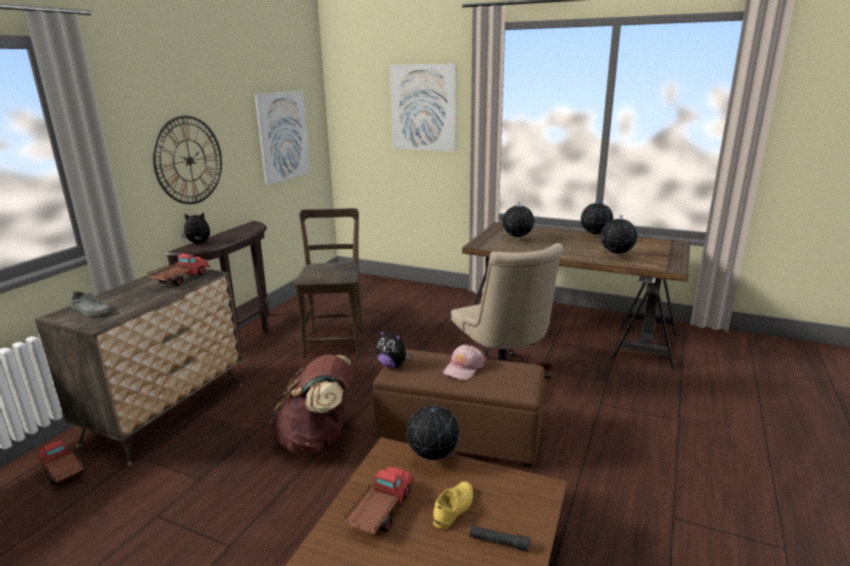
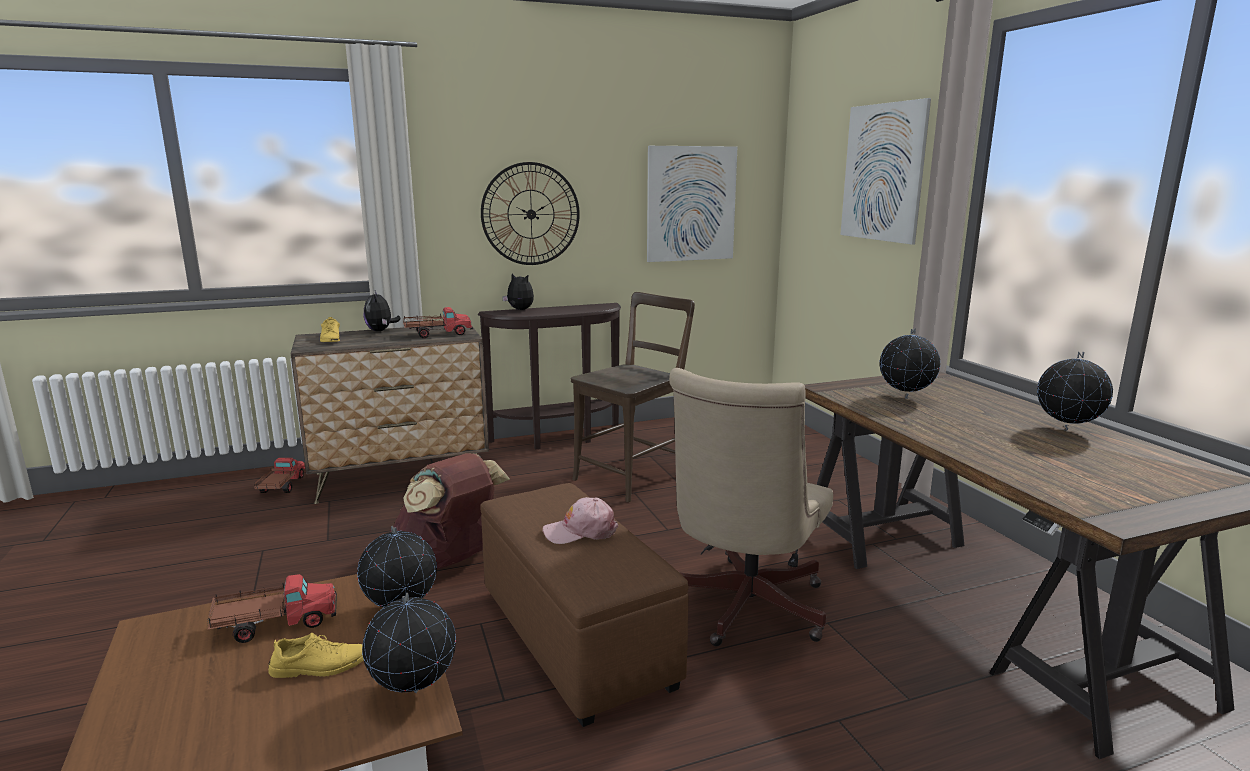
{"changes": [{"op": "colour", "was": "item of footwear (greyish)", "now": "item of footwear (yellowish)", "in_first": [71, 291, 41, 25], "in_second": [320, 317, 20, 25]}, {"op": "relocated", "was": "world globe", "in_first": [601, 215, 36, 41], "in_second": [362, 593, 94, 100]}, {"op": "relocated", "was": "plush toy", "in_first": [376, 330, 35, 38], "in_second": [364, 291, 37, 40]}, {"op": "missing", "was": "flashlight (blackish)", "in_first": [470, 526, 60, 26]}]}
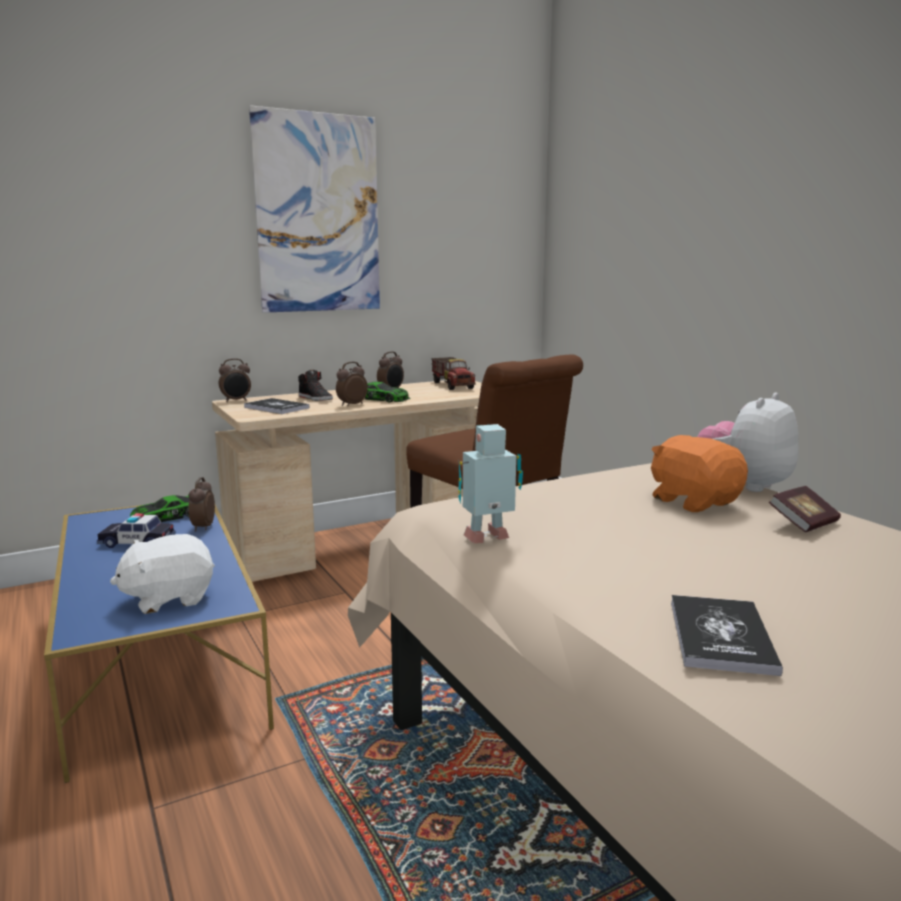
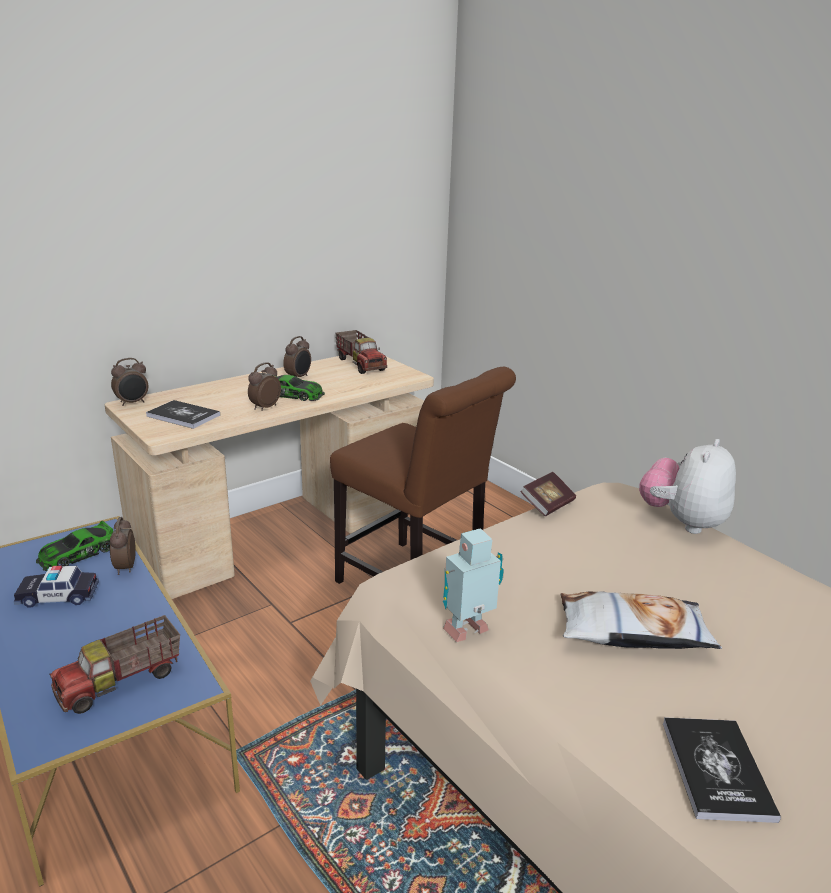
{"changes": [{"op": "exchanged", "was": "plush toy (white)", "now": "toy lorry", "in_first": [110, 534, 105, 80], "in_second": [50, 615, 130, 99]}, {"op": "relocated", "was": "bound book", "in_first": [769, 486, 72, 46], "in_second": [521, 472, 55, 44]}, {"op": "appeared", "now": "pillow", "in_second": [560, 591, 162, 58]}, {"op": "missing", "was": "wall art", "in_first": [249, 105, 131, 208]}, {"op": "missing", "was": "item of footwear (blackish)", "in_first": [298, 370, 35, 31]}, {"op": "missing", "was": "plush toy (orange)", "in_first": [651, 435, 97, 77]}]}
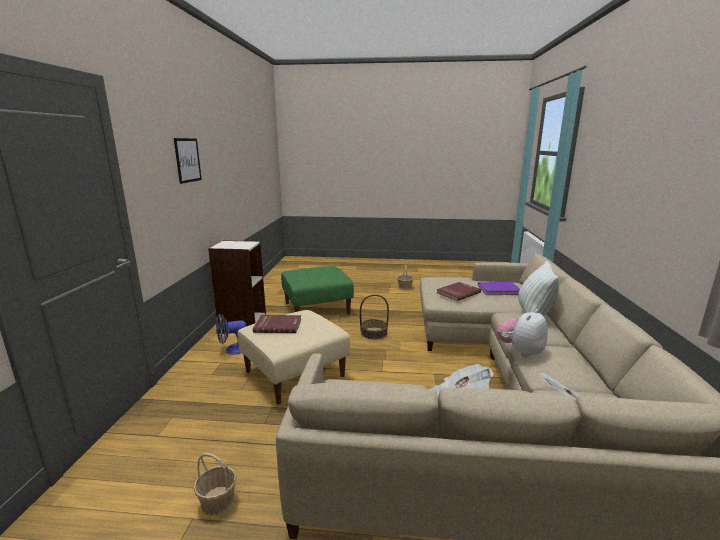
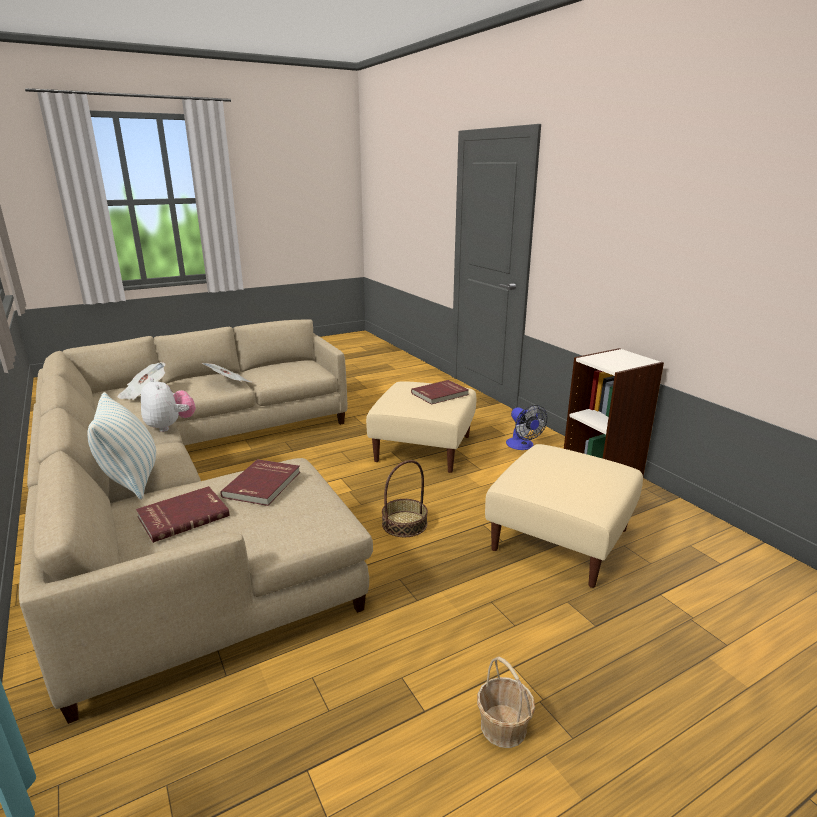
{"changes": [{"op": "colour", "was": "bound book (purple)", "now": "bound book (reddish)", "in_first": [478, 282, 42, 13], "in_second": [136, 486, 94, 57]}, {"op": "spun", "was": "plush toy", "in_first": [497, 309, 51, 49], "in_second": [141, 378, 55, 54], "clockwise": -45}, {"op": "colour", "was": "pouffe (green)", "now": "pouffe (beige-coloured)", "in_first": [281, 266, 73, 48], "in_second": [485, 444, 158, 144]}, {"op": "spun", "was": "electric fan", "in_first": [216, 314, 30, 41], "in_second": [506, 405, 41, 45], "clockwise": 120}, {"op": "missing", "was": "wall art", "in_first": [174, 138, 28, 46]}, {"op": "missing", "was": "basket", "in_first": [194, 453, 43, 63]}]}
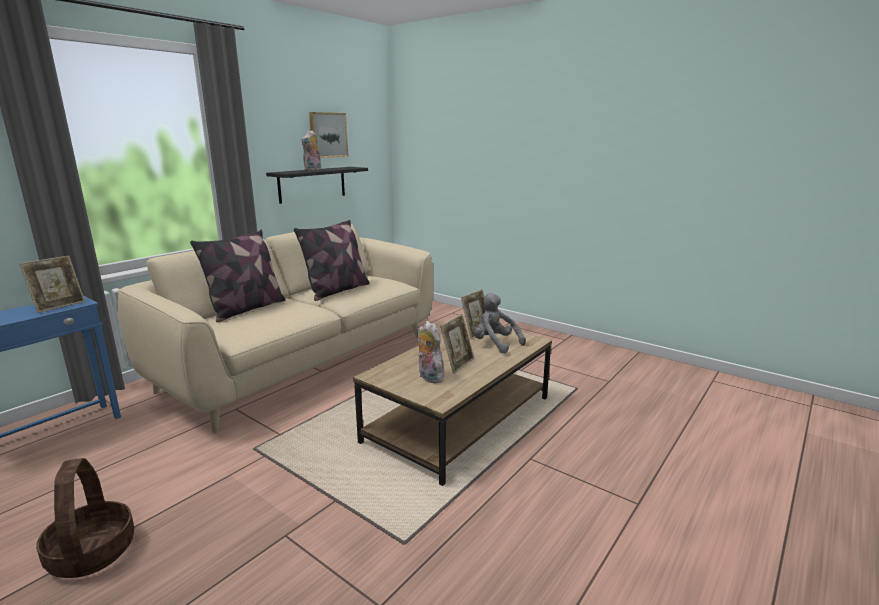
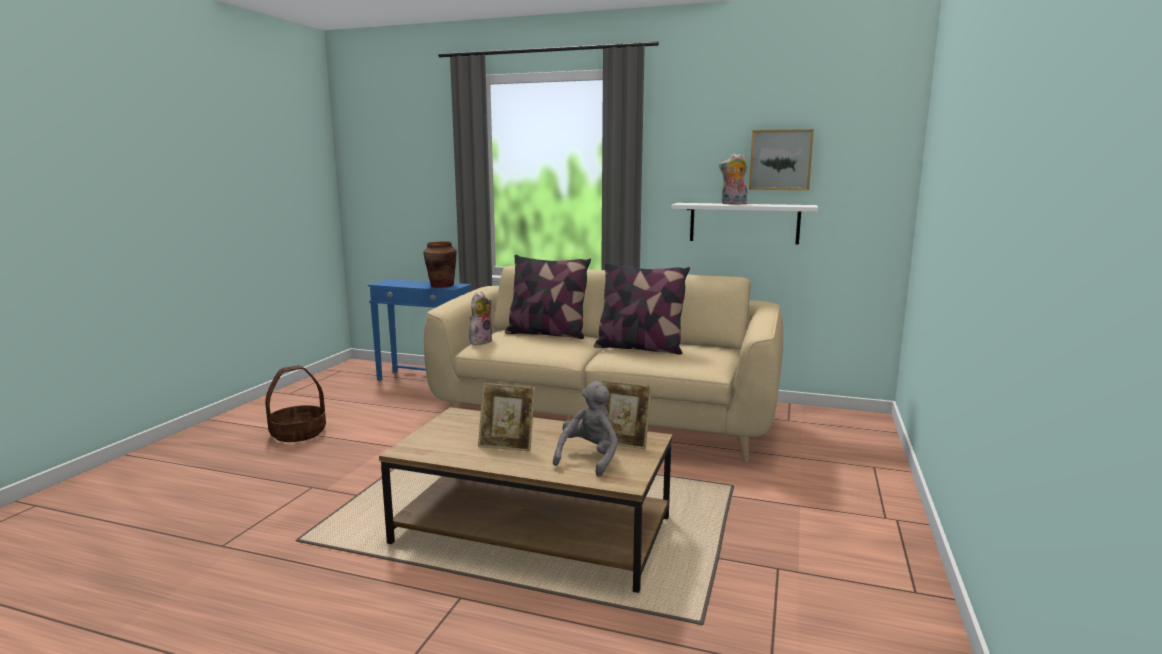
{"changes": [{"op": "exchanged", "was": "picture frame", "now": "vase (brown-coloured)", "in_first": [19, 256, 66, 57], "in_second": [423, 241, 34, 47]}, {"op": "relocated", "was": "plush toy", "in_first": [418, 321, 26, 62], "in_second": [469, 292, 23, 53]}, {"op": "colour", "was": "shelf (blackish)", "now": "shelf (white)", "in_first": [266, 167, 102, 37], "in_second": [671, 203, 147, 42]}]}
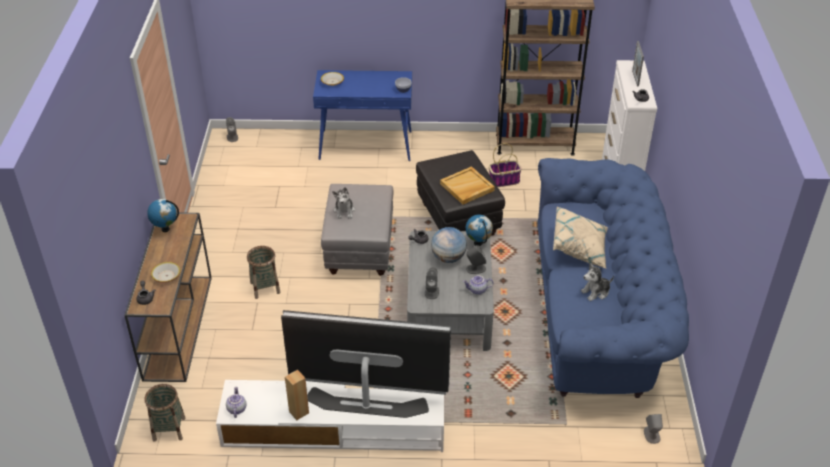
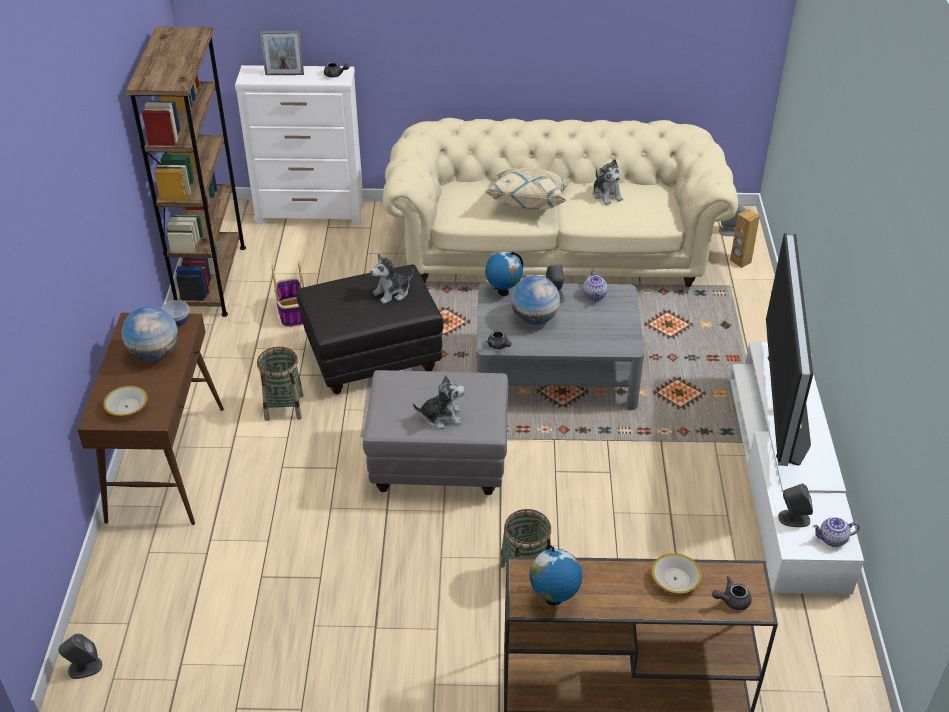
{"changes": [{"op": "colour", "was": "narrow table (blue)", "now": "narrow table (brown-coloured)", "in_first": [313, 70, 99, 91], "in_second": [77, 313, 147, 212]}, {"op": "appeared", "now": "world globe", "in_second": [121, 306, 57, 55]}, {"op": "relocated", "was": "basket", "in_first": [145, 384, 40, 58], "in_second": [257, 347, 46, 74]}, {"op": "exchanged", "was": "tray (beige-coloured)", "now": "plush toy", "in_first": [440, 166, 55, 39], "in_second": [371, 254, 42, 50]}, {"op": "colour", "was": "settee (blue)", "now": "settee (beige-coloured)", "in_first": [538, 158, 151, 240], "in_second": [383, 118, 355, 169]}, {"op": "relocated", "was": "loudspeaker (brown-coloured)", "in_first": [285, 370, 24, 50], "in_second": [730, 209, 30, 59]}, {"op": "relocated", "was": "loudspeaker (greyish)", "in_first": [425, 267, 14, 32], "in_second": [778, 484, 35, 43]}]}
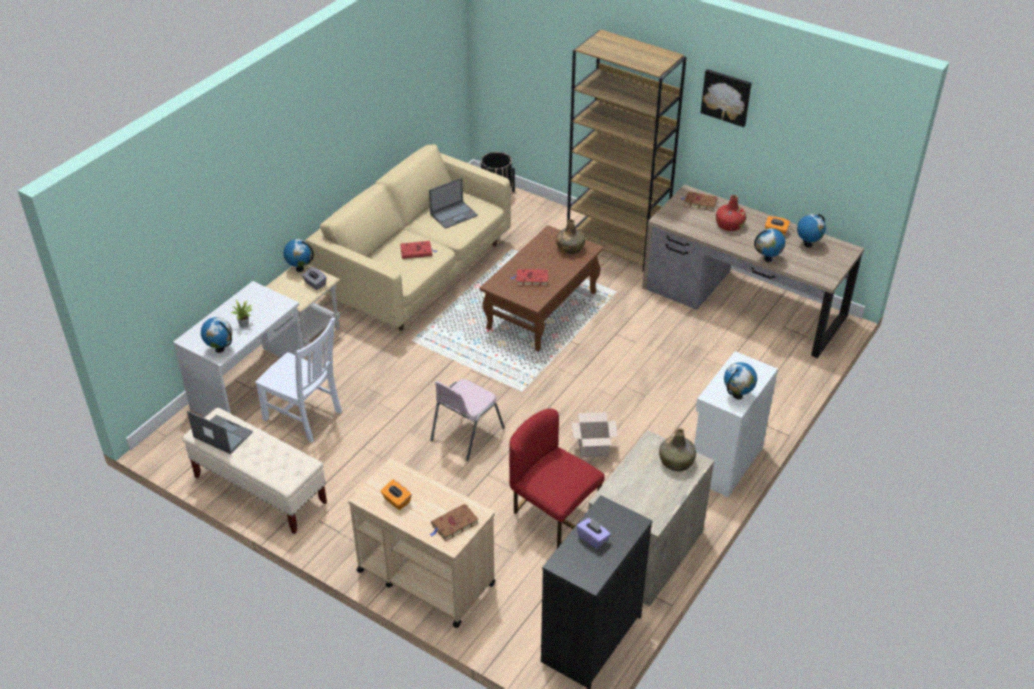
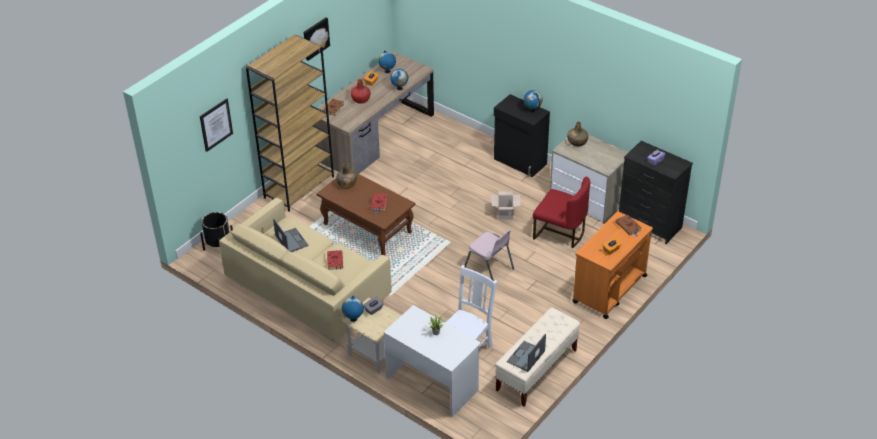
{"changes": [{"op": "appeared", "now": "wall art", "in_second": [200, 98, 33, 54]}, {"op": "colour", "was": "cupboard (white)", "now": "cupboard (blackish)", "in_first": [694, 351, 84, 146], "in_second": [494, 94, 56, 83]}, {"op": "spun", "was": "upright chair (reddish)", "in_first": [509, 409, 96, 139], "in_second": [533, 177, 57, 71], "clockwise": -105}, {"op": "colour", "was": "wheeled cart (beige-coloured)", "now": "wheeled cart (orange)", "in_first": [348, 458, 148, 170], "in_second": [572, 211, 81, 108]}, {"op": "missing", "was": "world globe", "in_first": [201, 317, 31, 36]}]}
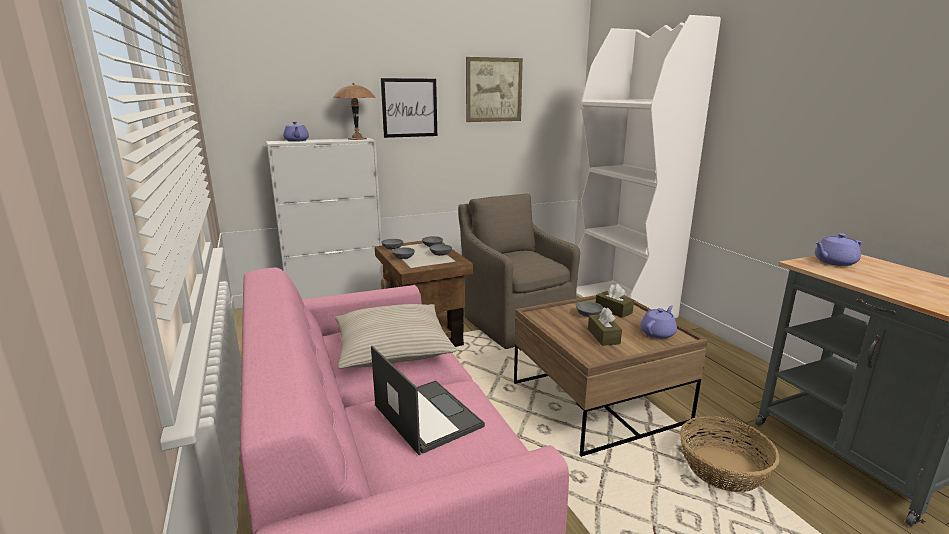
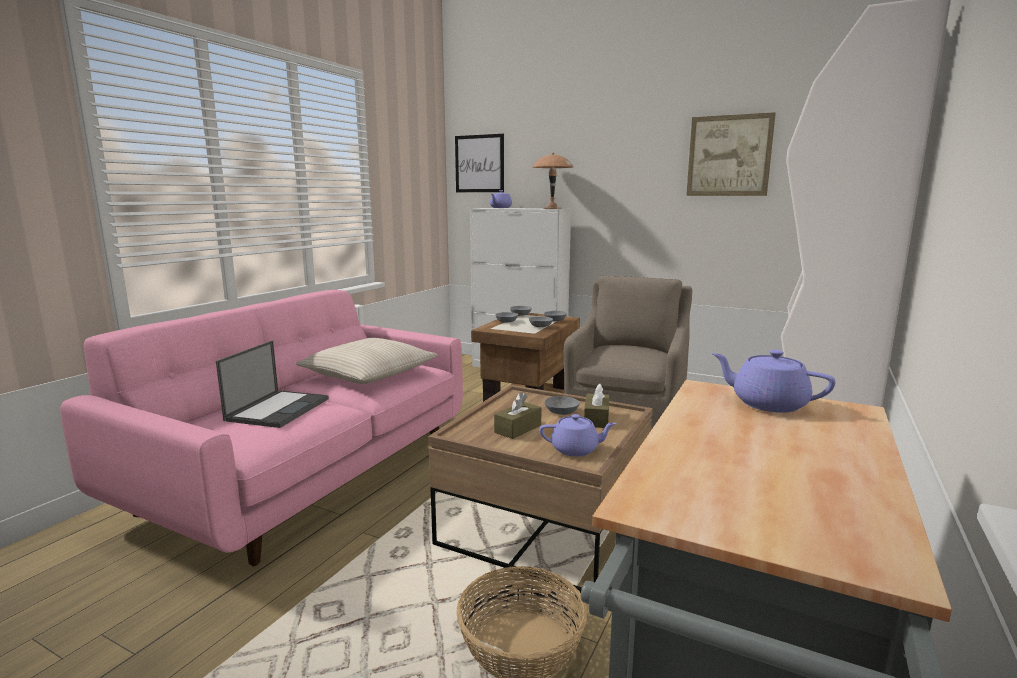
{"changes": [{"op": "relocated", "was": "wall art", "in_first": [381, 78, 56, 60], "in_second": [455, 134, 49, 58]}]}
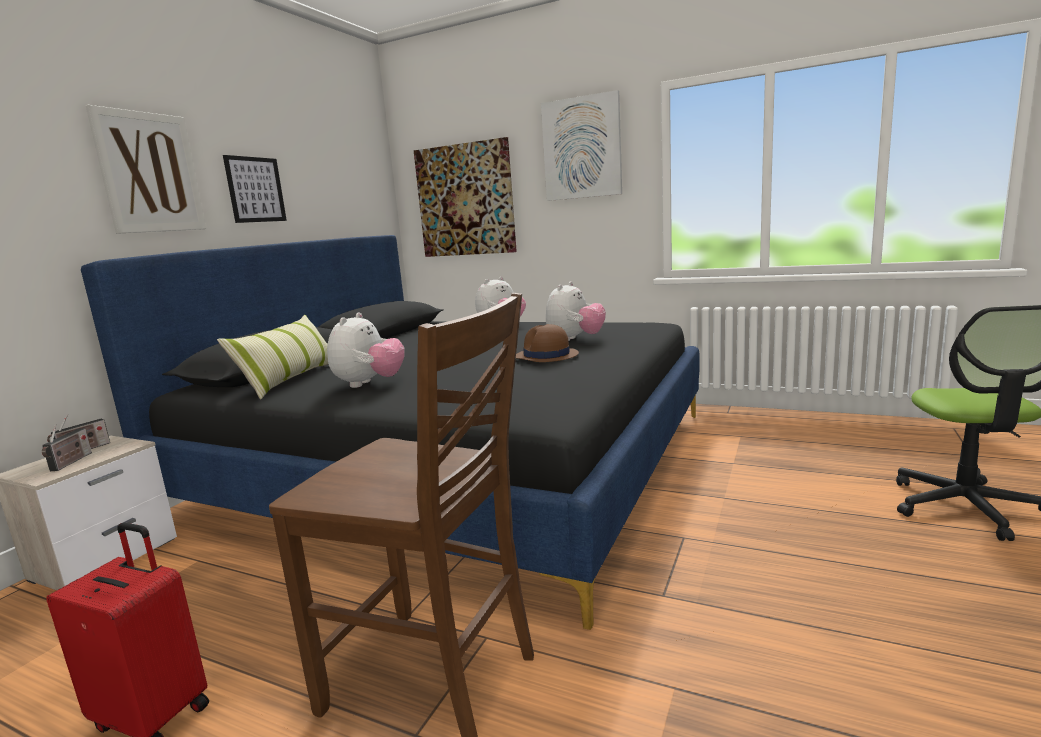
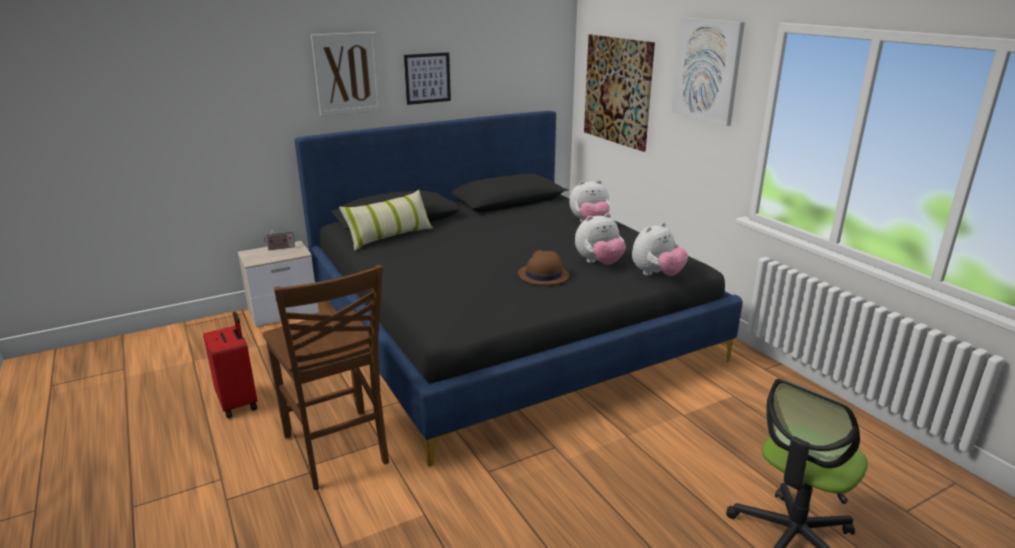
{"changes": [{"op": "relocated", "was": "plush toy", "in_first": [327, 313, 78, 75], "in_second": [632, 222, 56, 54]}, {"op": "missing", "was": "radio receiver", "in_first": [42, 424, 50, 47]}]}
